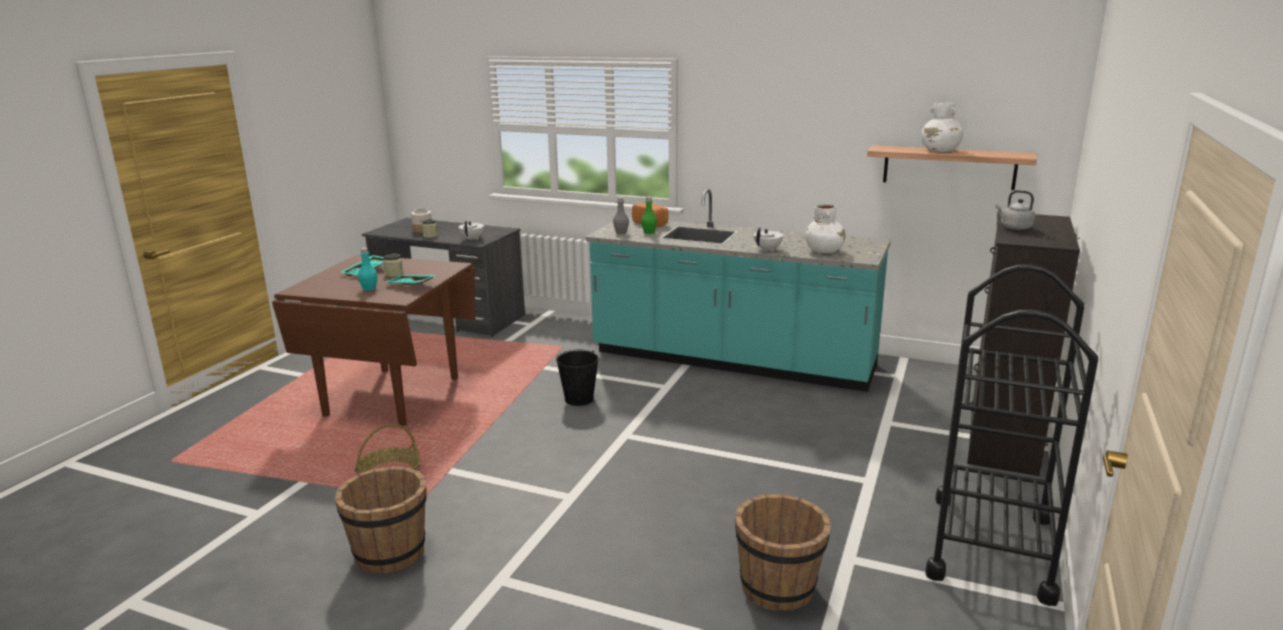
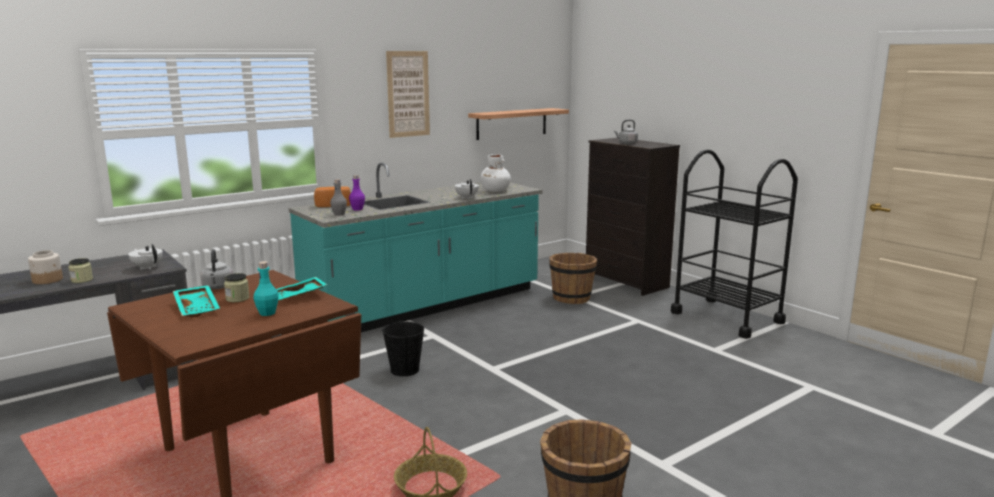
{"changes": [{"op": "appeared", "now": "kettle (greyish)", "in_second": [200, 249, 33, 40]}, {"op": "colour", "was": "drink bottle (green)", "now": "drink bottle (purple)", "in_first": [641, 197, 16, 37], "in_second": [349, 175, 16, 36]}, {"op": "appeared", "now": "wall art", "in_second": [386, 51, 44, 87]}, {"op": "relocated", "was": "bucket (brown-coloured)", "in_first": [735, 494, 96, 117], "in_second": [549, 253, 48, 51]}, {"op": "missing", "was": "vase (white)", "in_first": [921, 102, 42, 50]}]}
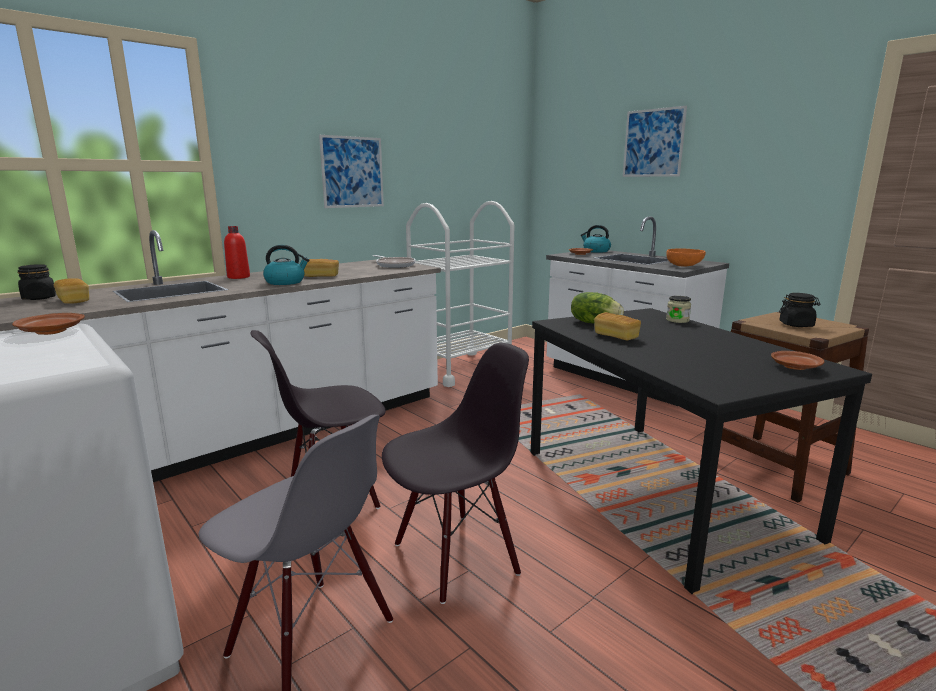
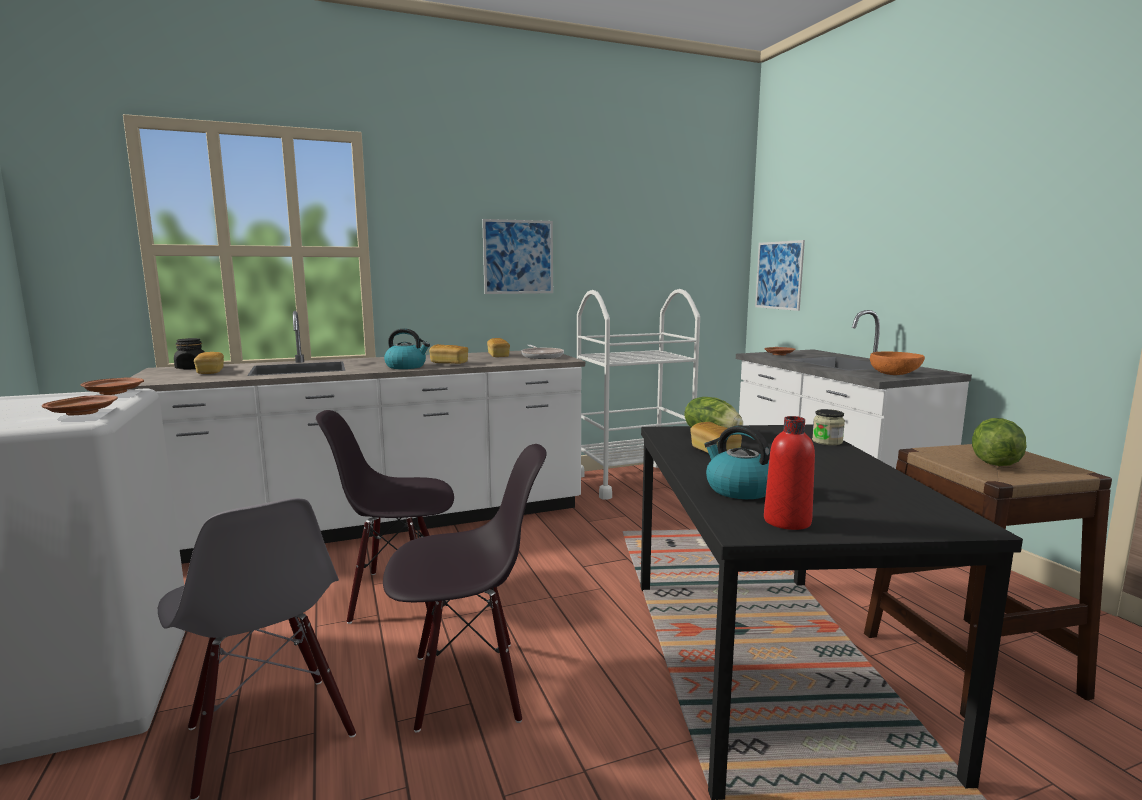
{"changes": [{"op": "relocated", "was": "plate (brown-coloured)", "in_first": [771, 351, 53, 19], "in_second": [42, 395, 76, 20]}, {"op": "appeared", "now": "bakery bread", "in_second": [487, 338, 23, 19]}, {"op": "relocated", "was": "kettle", "in_first": [580, 225, 31, 28], "in_second": [704, 425, 66, 74]}, {"op": "relocated", "was": "wall art", "in_first": [623, 106, 64, 71], "in_second": [755, 240, 50, 71]}, {"op": "relocated", "was": "drink bottle (reddish)", "in_first": [224, 226, 26, 53], "in_second": [764, 416, 51, 114]}, {"op": "exchanged", "was": "jar (blackish)", "now": "head of lettuce", "in_first": [779, 293, 41, 34], "in_second": [972, 418, 55, 48]}]}
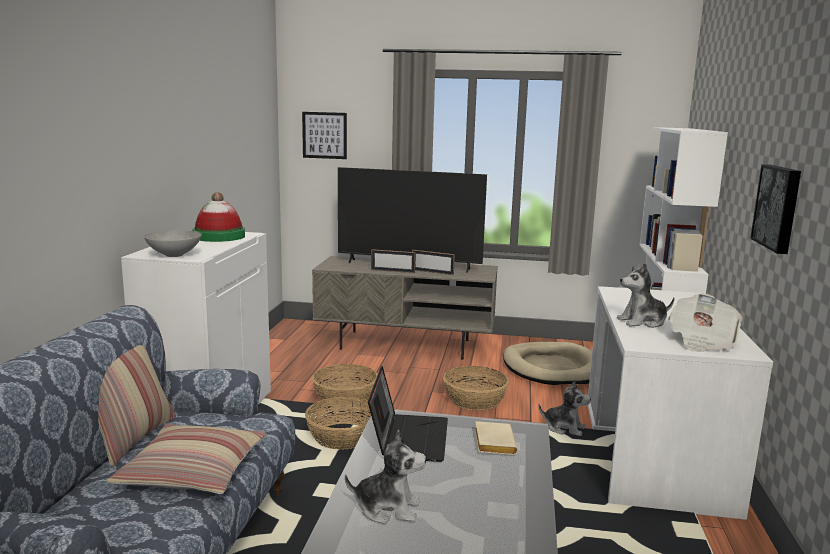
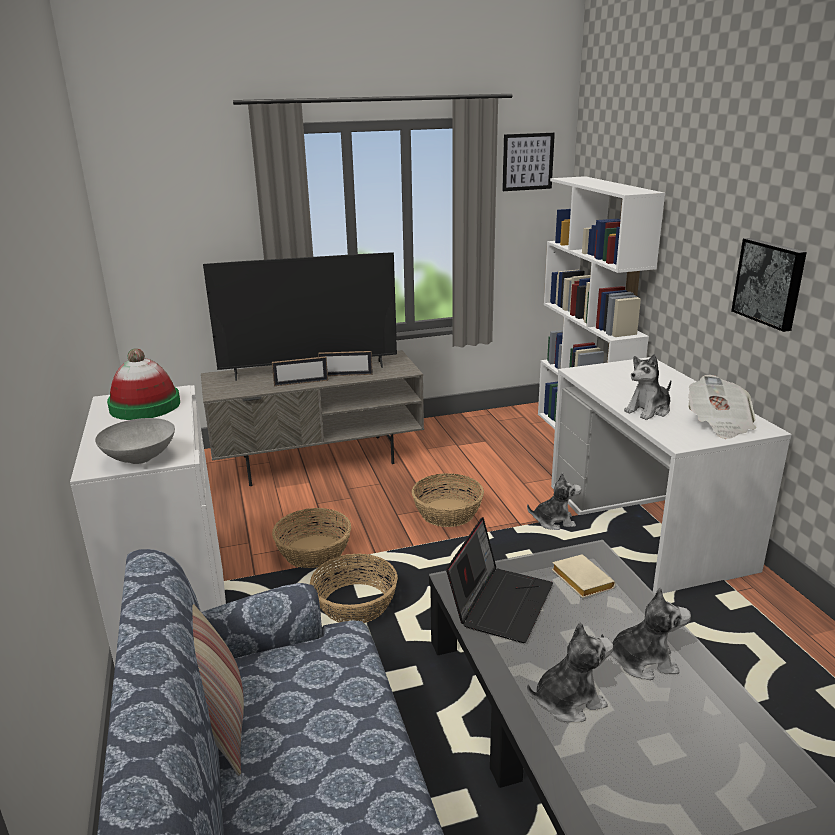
{"changes": [{"op": "spun", "was": "portable computer", "in_first": [368, 366, 80, 96], "in_second": [446, 517, 107, 126], "clockwise": 45}, {"op": "relocated", "was": "wall art", "in_first": [302, 112, 45, 47], "in_second": [502, 133, 53, 58]}, {"op": "appeared", "now": "plush toy", "in_second": [601, 587, 90, 93]}, {"op": "missing", "was": "pillow", "in_first": [106, 424, 160, 71]}, {"op": "missing", "was": "pet bed (beige-coloured)", "in_first": [503, 342, 89, 43]}]}
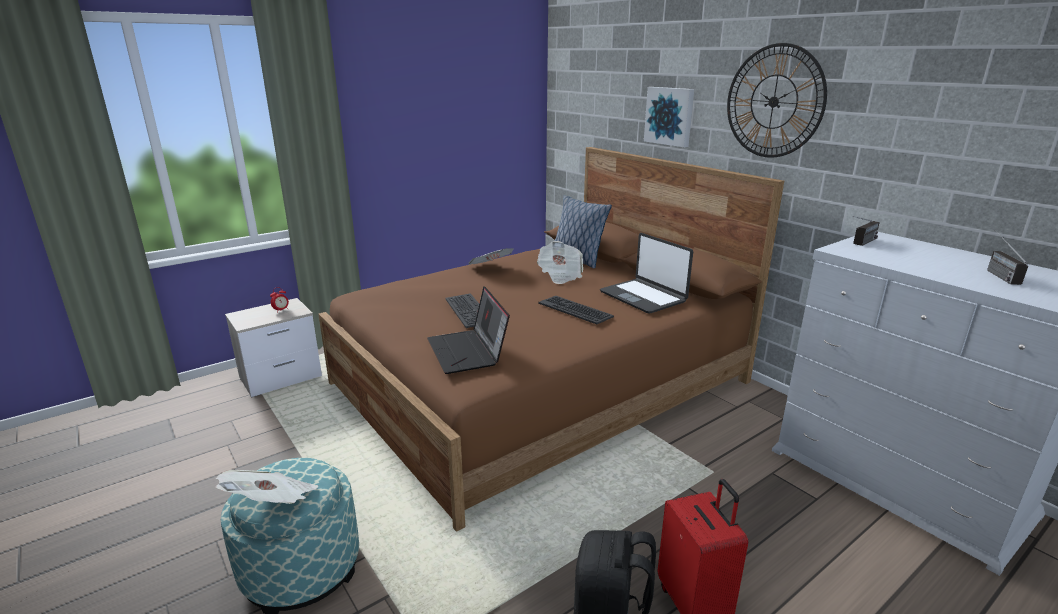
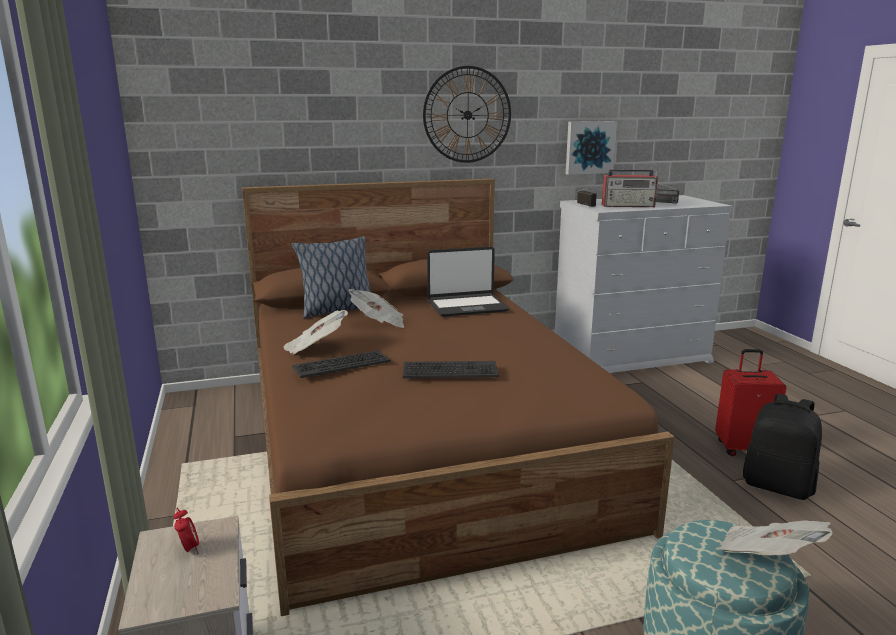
{"changes": [{"op": "relocated", "was": "computer keyboard", "in_first": [538, 296, 76, 28], "in_second": [292, 350, 99, 28]}, {"op": "relocated", "was": "wall art", "in_first": [644, 87, 50, 60], "in_second": [566, 121, 51, 54]}, {"op": "appeared", "now": "radio receiver", "in_second": [602, 168, 56, 39]}, {"op": "missing", "was": "portable computer", "in_first": [427, 286, 83, 88]}]}
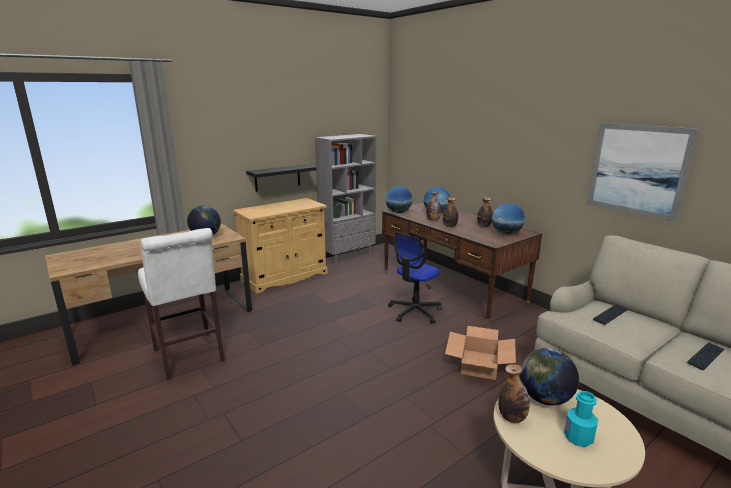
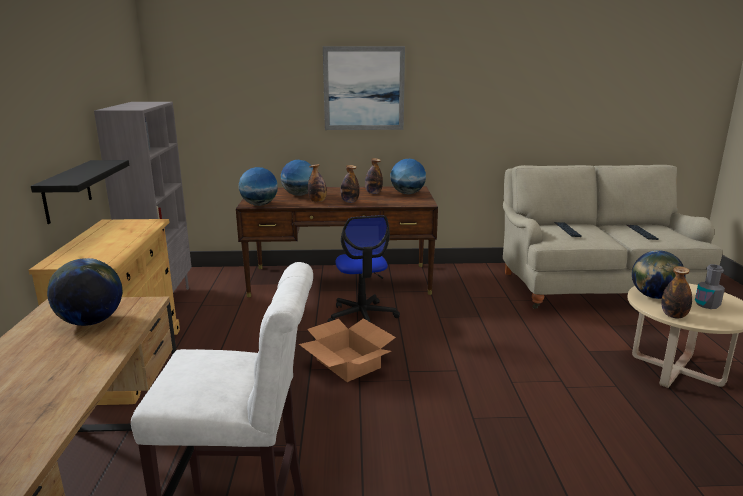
{"changes": [{"op": "relocated", "was": "packing box", "in_first": [445, 326, 71, 54], "in_second": [299, 318, 97, 64]}, {"op": "relocated", "was": "wall art", "in_first": [587, 123, 111, 99], "in_second": [323, 46, 82, 84]}, {"op": "colour", "was": "drink bottle (turquoise-coloured)", "now": "drink bottle (greyish)", "in_first": [564, 391, 34, 56], "in_second": [695, 264, 30, 45]}]}
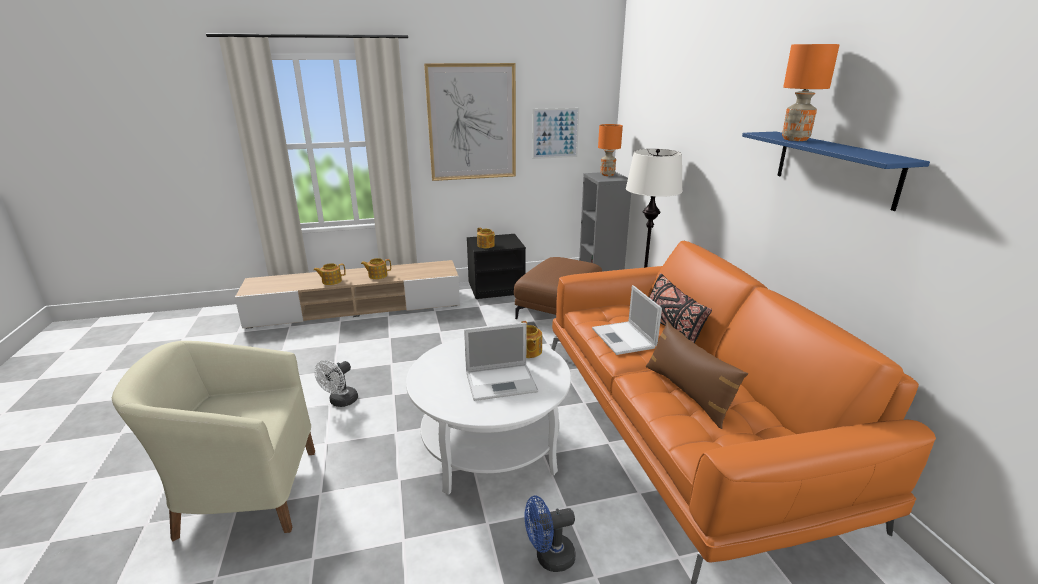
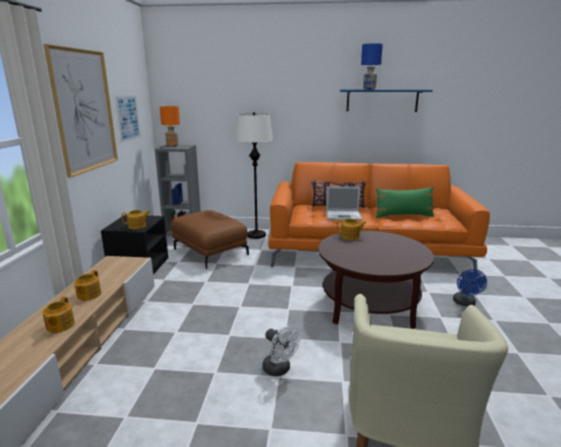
{"changes": [{"op": "colour", "was": "low table (white)", "now": "low table (brown-coloured)", "in_first": [406, 337, 165, 158], "in_second": [318, 231, 116, 98]}, {"op": "colour", "was": "table lamp (orange)", "now": "table lamp (blue)", "in_first": [782, 44, 58, 97], "in_second": [361, 43, 22, 47]}, {"op": "colour", "was": "pillow (brown-coloured)", "now": "pillow (green)", "in_first": [646, 321, 102, 108], "in_second": [376, 187, 58, 31]}, {"op": "missing", "was": "portable computer", "in_first": [464, 323, 74, 78]}]}
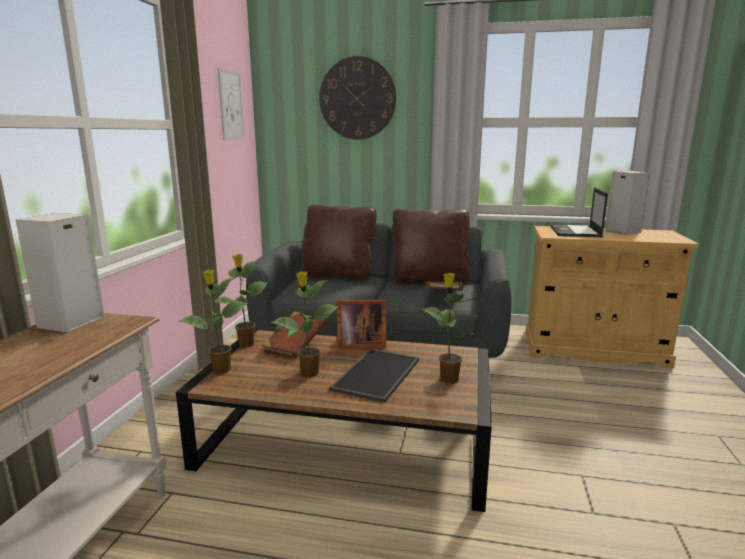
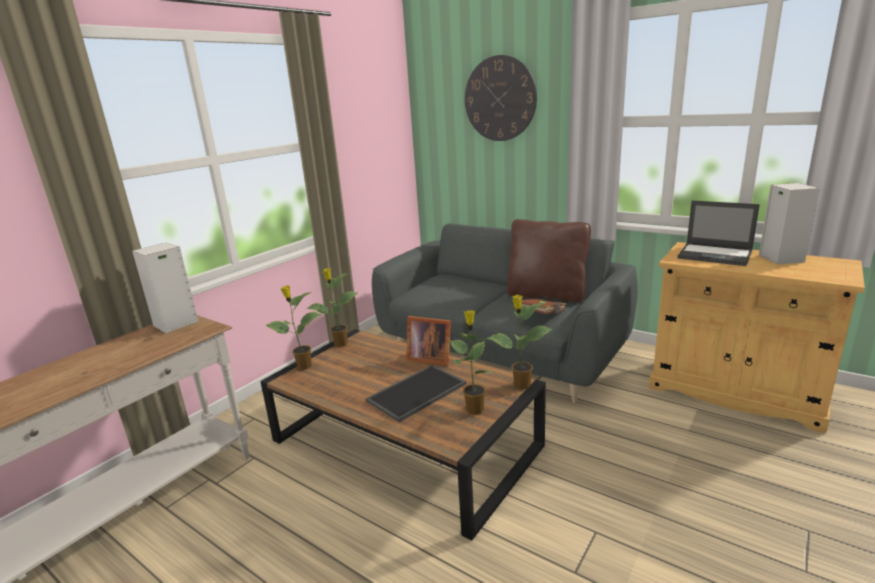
{"changes": [{"op": "relocated", "was": "potted plant", "in_first": [271, 271, 68, 106], "in_second": [488, 295, 65, 95]}, {"op": "spun", "was": "portable computer", "in_first": [550, 188, 58, 49], "in_second": [677, 200, 83, 66], "clockwise": -90}, {"op": "missing", "was": "wall art", "in_first": [218, 67, 27, 73]}, {"op": "missing", "was": "bound book (brown-coloured)", "in_first": [262, 311, 64, 47]}, {"op": "missing", "was": "pillow (brown-coloured)", "in_first": [302, 205, 75, 76]}]}
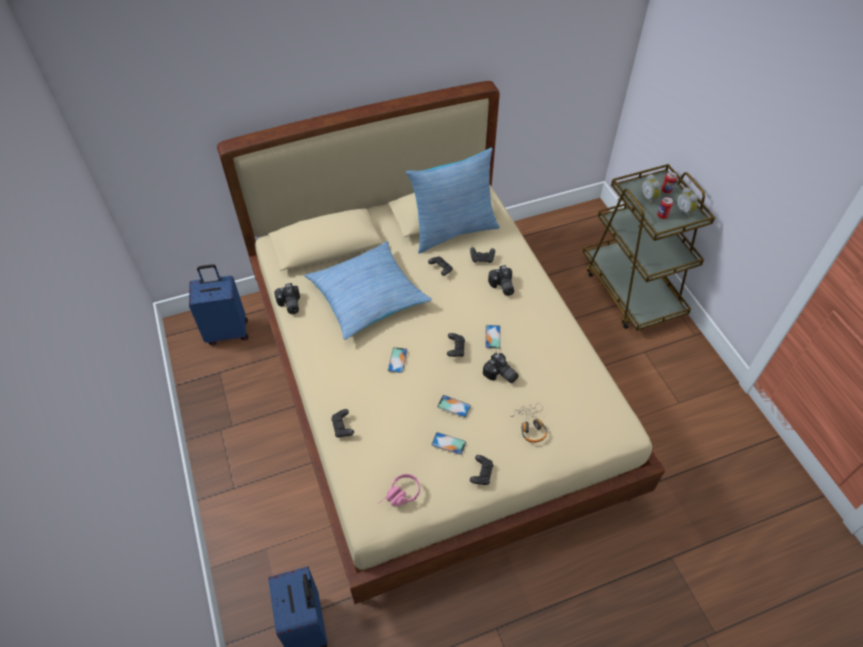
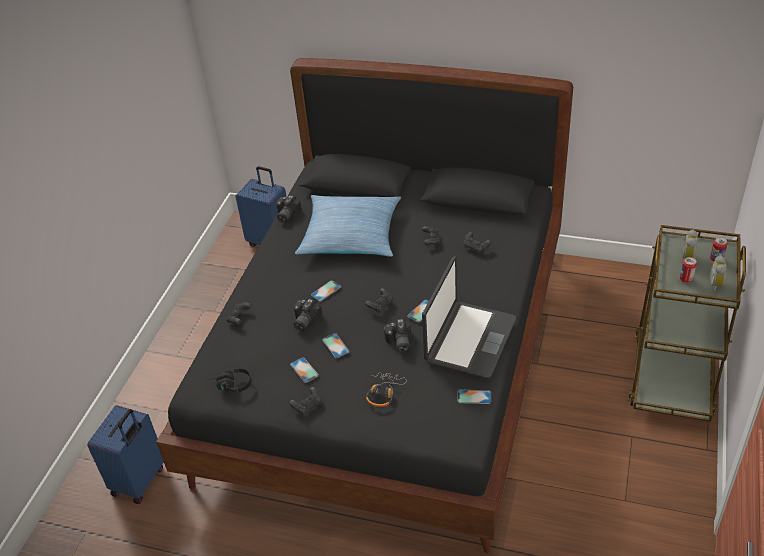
{"changes": [{"op": "colour", "was": "sleeping bed (beige-coloured)", "now": "sleeping bed (blackish)", "in_first": [217, 81, 449, 523], "in_second": [156, 58, 417, 495]}, {"op": "colour", "was": "headphones (pink)", "now": "headphones (blackish)", "in_first": [378, 474, 42, 32], "in_second": [208, 368, 44, 25]}, {"op": "relocated", "was": "still camera", "in_first": [488, 265, 26, 31], "in_second": [294, 299, 28, 32]}, {"op": "appeared", "now": "portable computer", "in_second": [422, 256, 94, 123]}, {"op": "appeared", "now": "phone", "in_second": [457, 389, 34, 15]}, {"op": "missing", "was": "pillow", "in_first": [406, 147, 94, 107]}]}
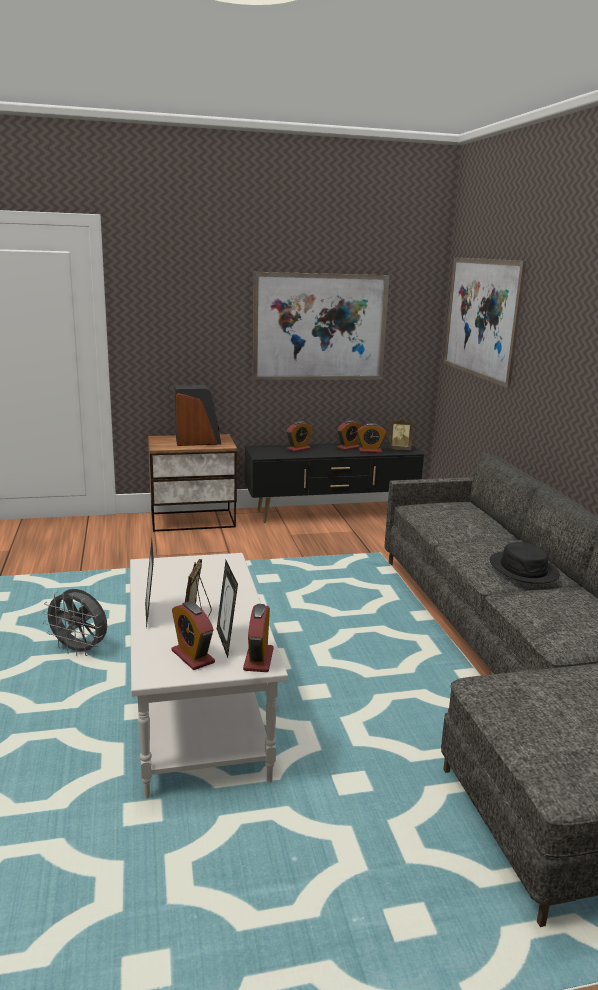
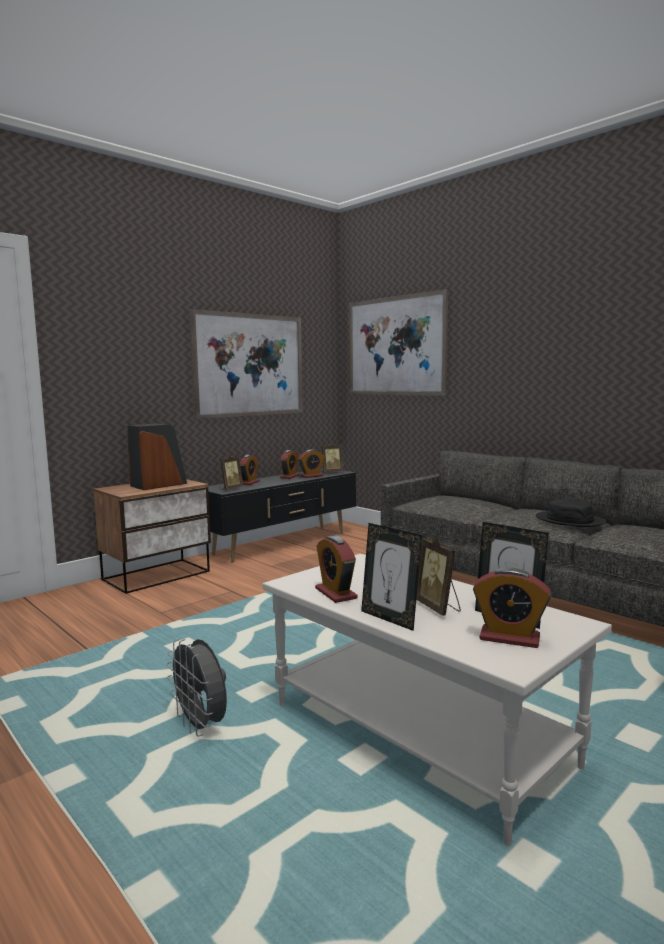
{"changes": [{"op": "spun", "was": "electric fan (greyish)", "in_first": [42, 589, 65, 67], "in_second": [166, 639, 61, 97], "clockwise": 60}, {"op": "appeared", "now": "picture frame", "in_second": [219, 455, 24, 35]}, {"op": "relocated", "was": "table clock", "in_first": [243, 604, 31, 68], "in_second": [315, 535, 43, 68]}]}
